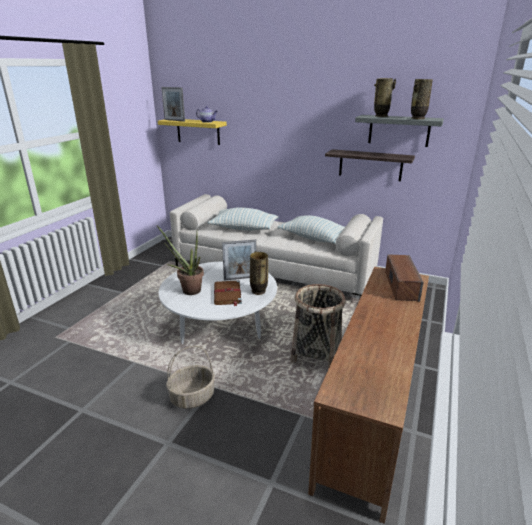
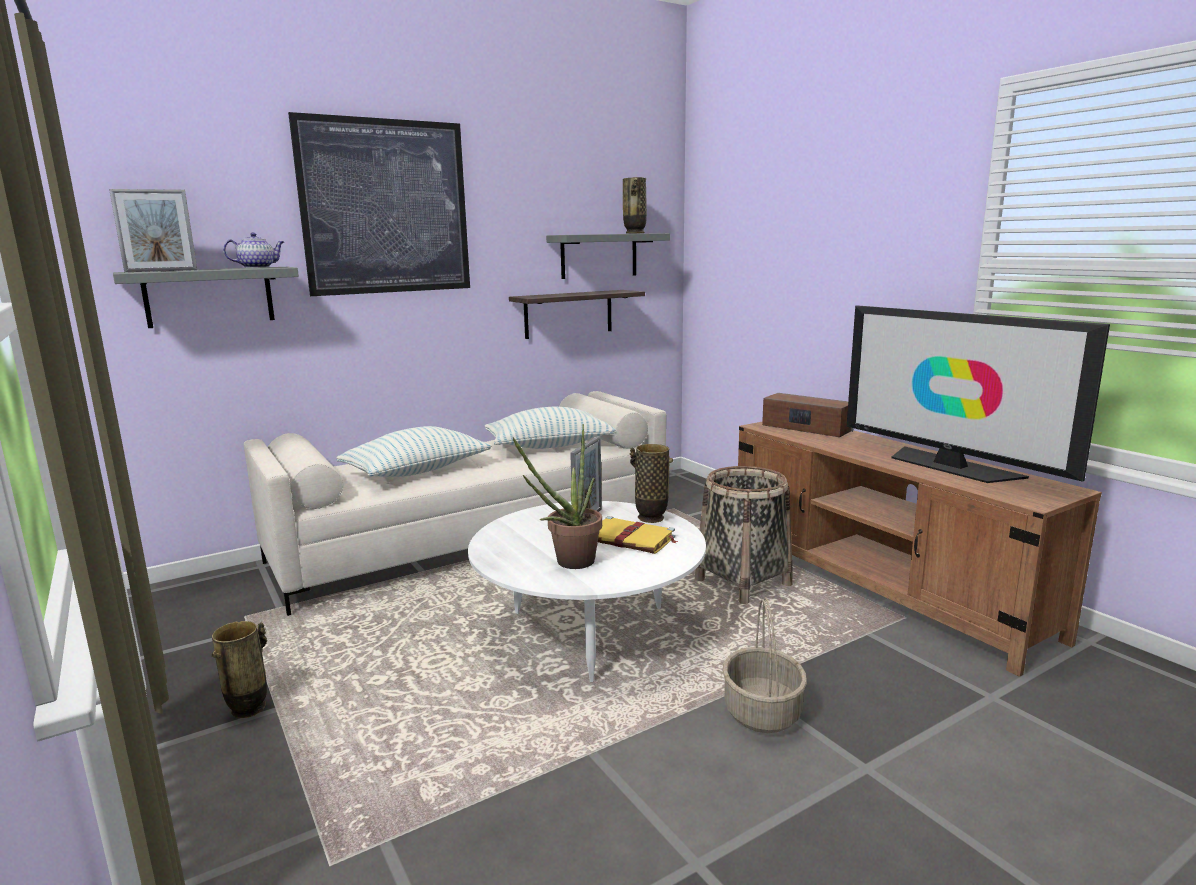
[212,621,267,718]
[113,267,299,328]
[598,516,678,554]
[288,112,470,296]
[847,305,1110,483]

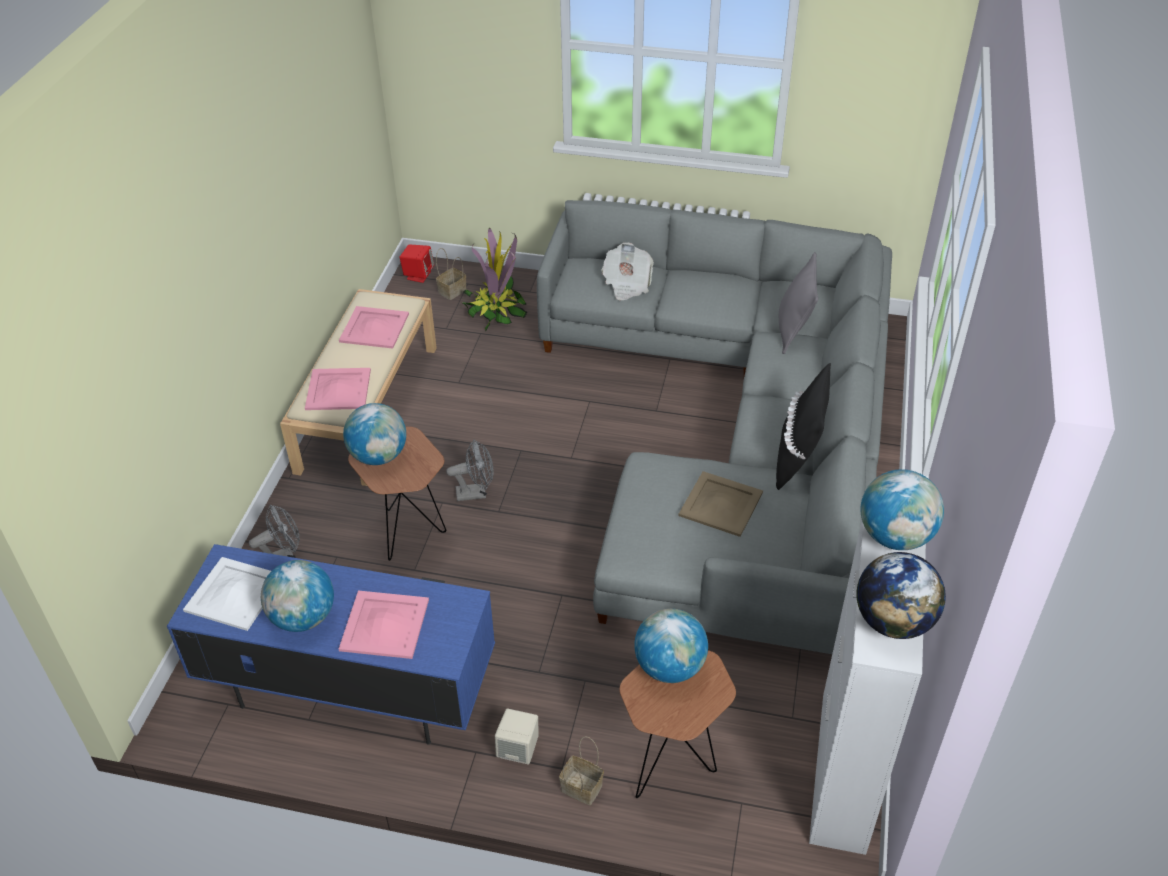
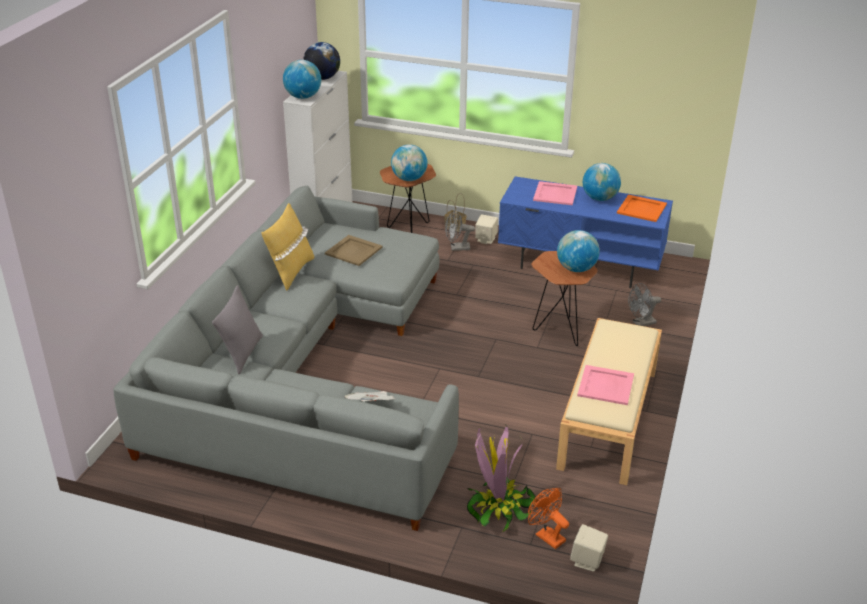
[570,524,608,571]
[528,488,569,549]
[261,203,314,291]
[305,368,371,410] (first image)
[445,210,475,251]
[617,194,667,222]

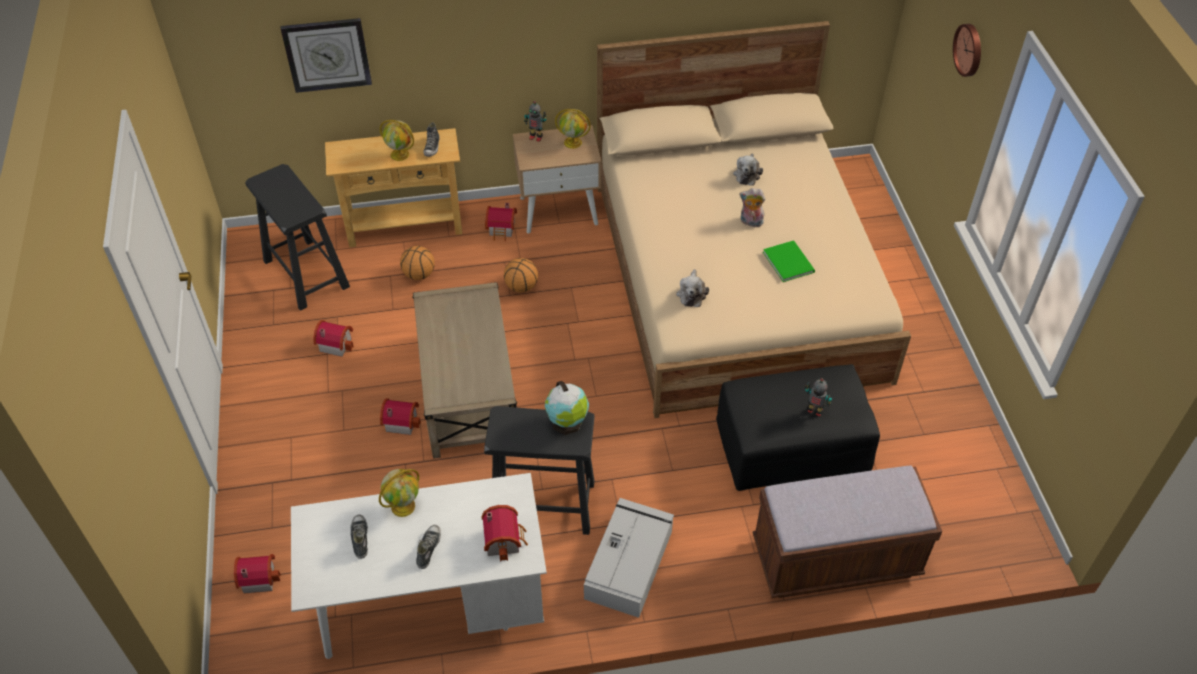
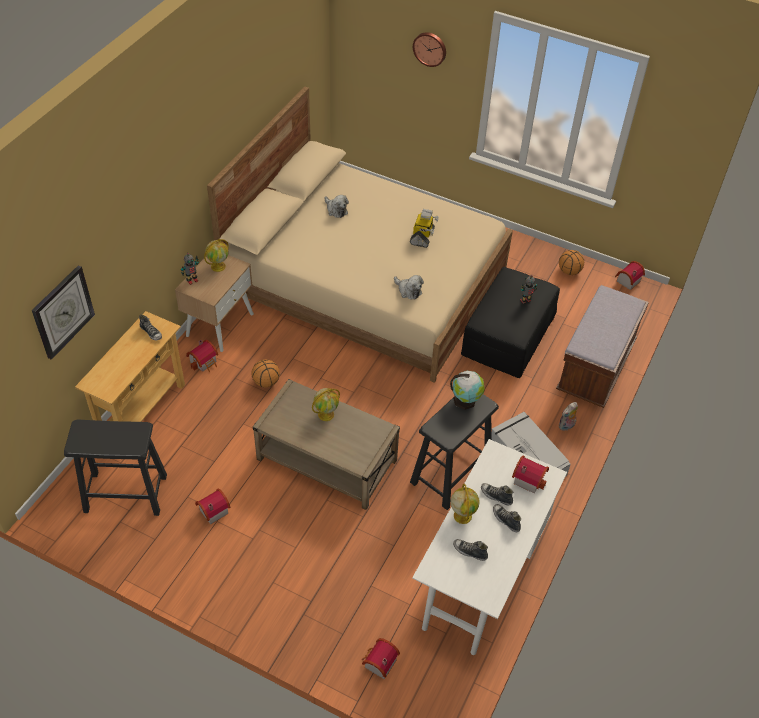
[312,388,340,421]
[558,402,578,431]
[410,209,439,248]
[559,250,584,275]
[615,261,645,290]
[481,483,513,505]

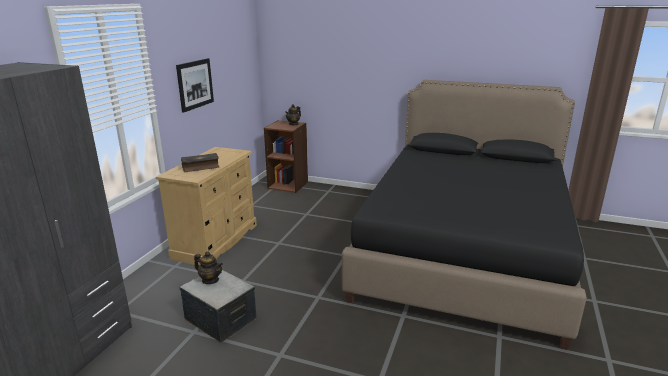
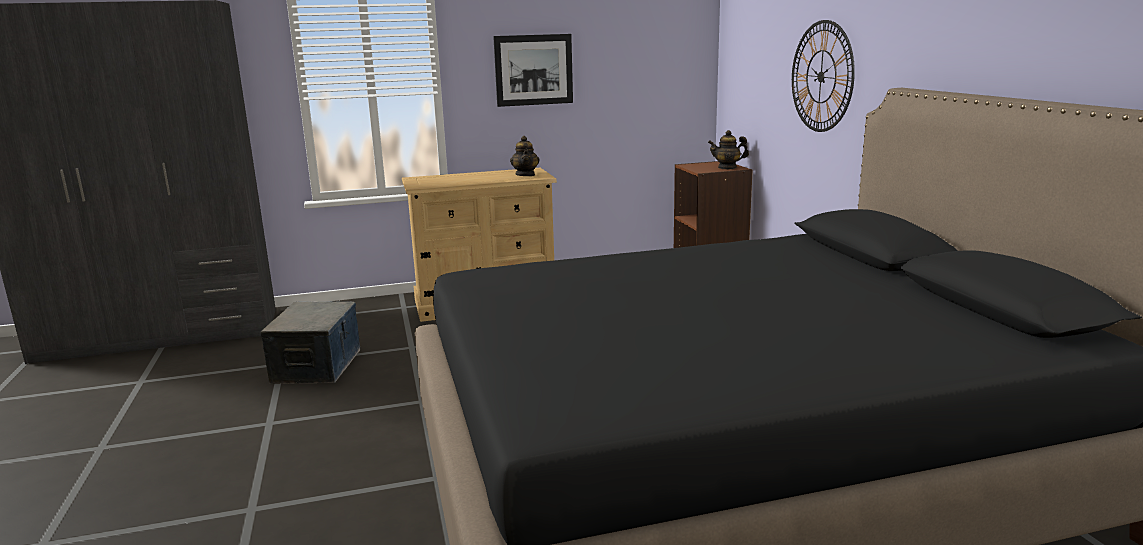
[181,153,219,172] (first image)
[510,136,540,176]
[792,20,855,132]

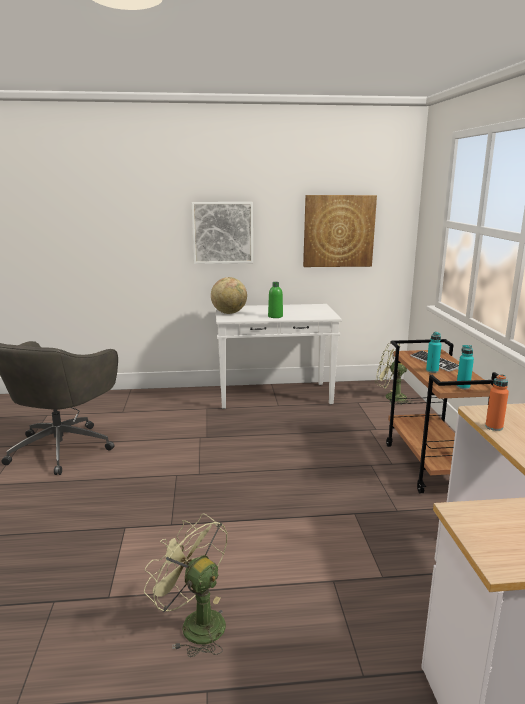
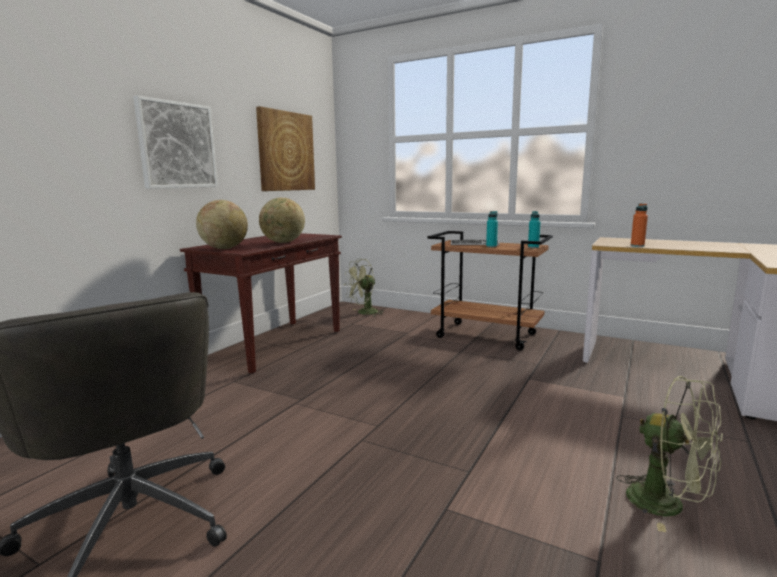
[259,198,305,243]
[180,233,342,374]
[617,376,723,532]

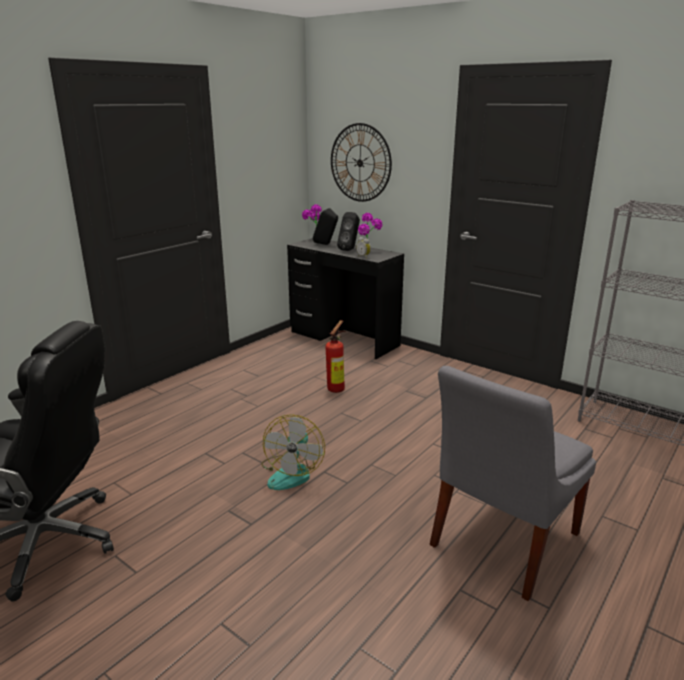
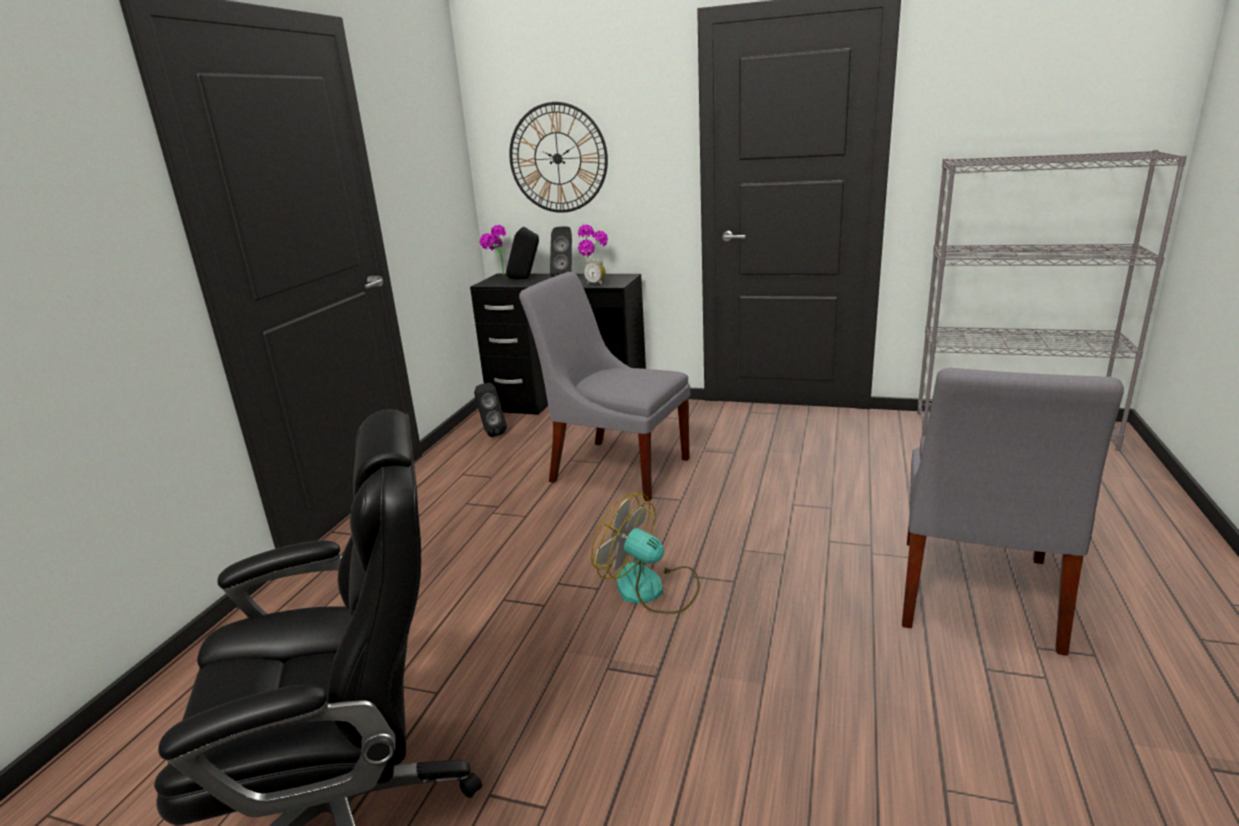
[519,272,690,501]
[591,494,700,614]
[474,383,507,437]

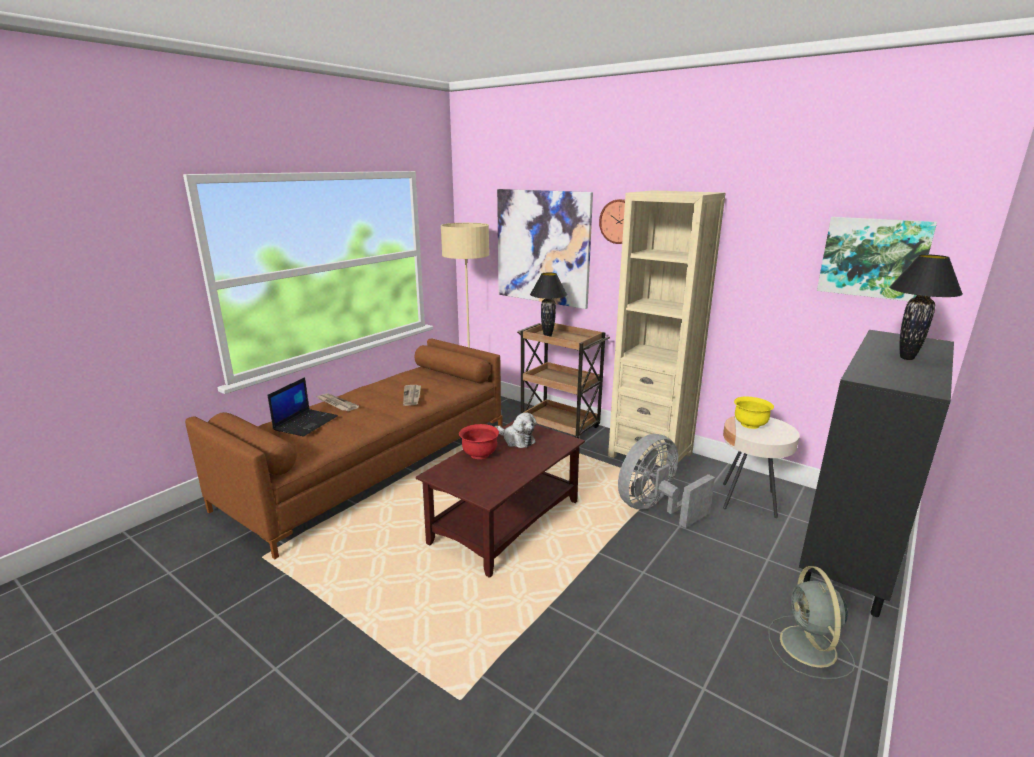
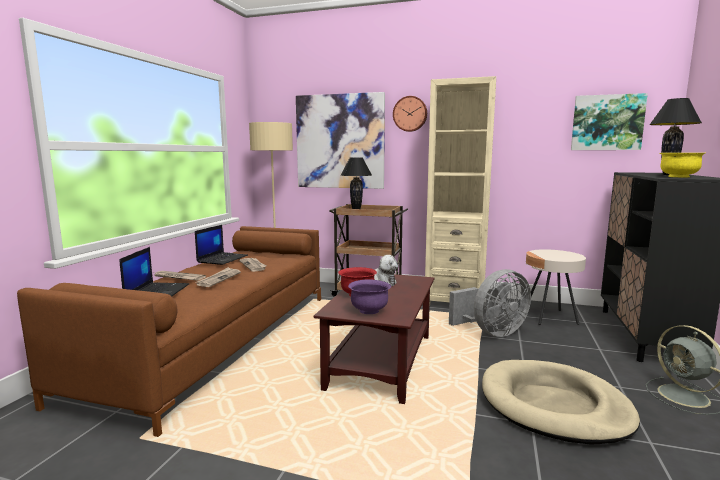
[659,153,705,177]
[449,269,531,337]
[195,225,248,265]
[195,267,241,287]
[348,279,391,314]
[482,360,640,445]

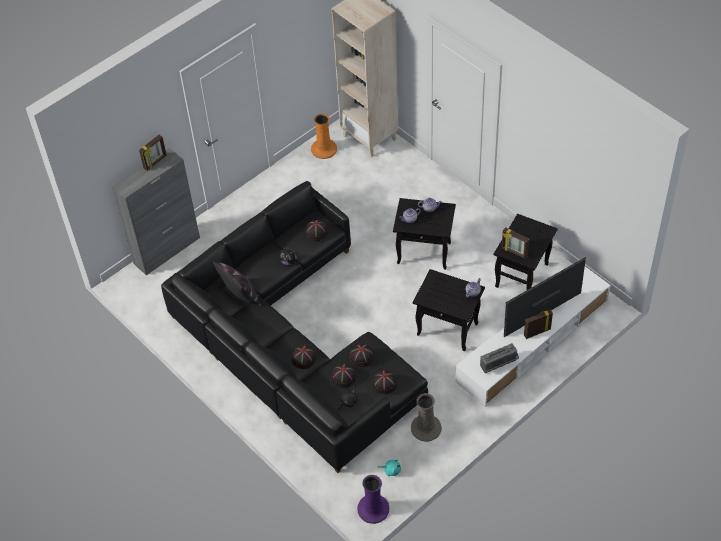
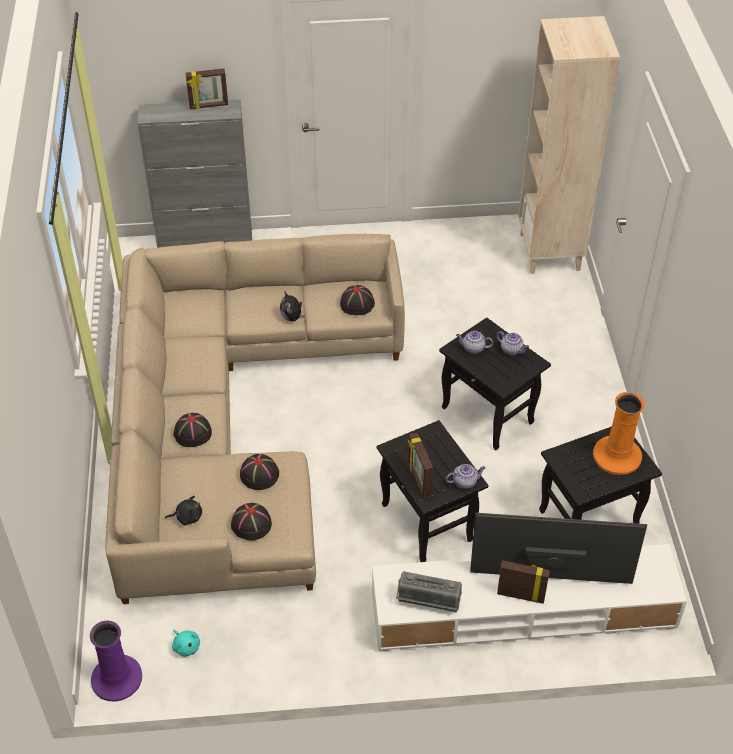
[593,392,645,475]
[105,234,405,604]
[408,433,433,498]
[212,260,261,307] (first image)
[331,364,356,388] (first image)
[411,393,442,442] (first image)

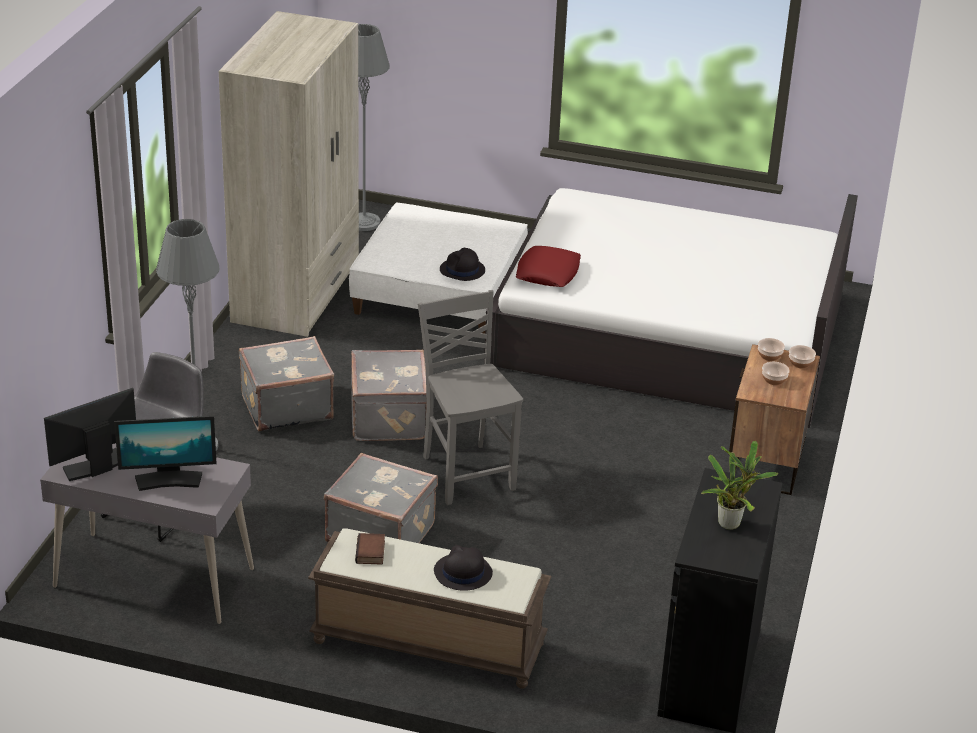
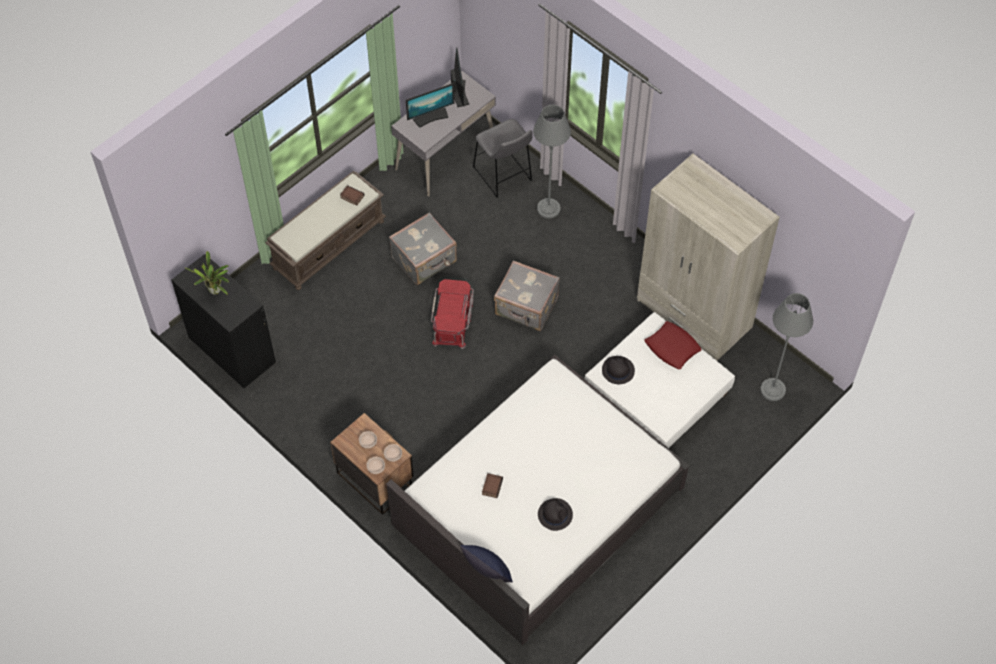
[644,321,702,369]
[431,279,474,349]
[239,336,334,432] (first image)
[406,83,455,128]
[538,498,573,531]
[482,473,503,498]
[460,545,513,582]

